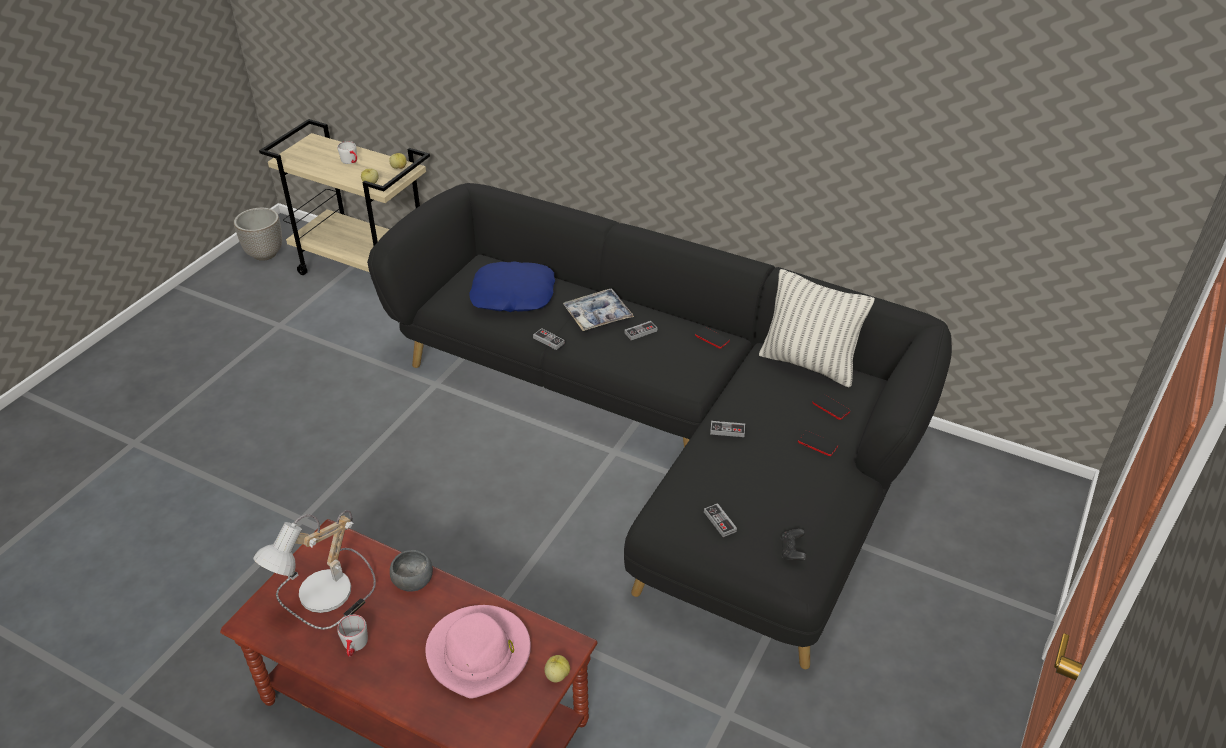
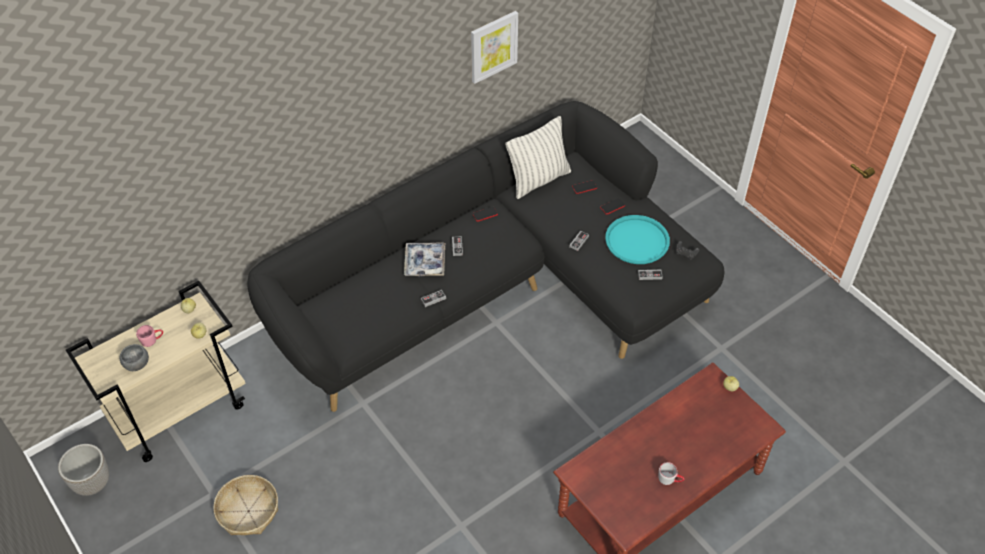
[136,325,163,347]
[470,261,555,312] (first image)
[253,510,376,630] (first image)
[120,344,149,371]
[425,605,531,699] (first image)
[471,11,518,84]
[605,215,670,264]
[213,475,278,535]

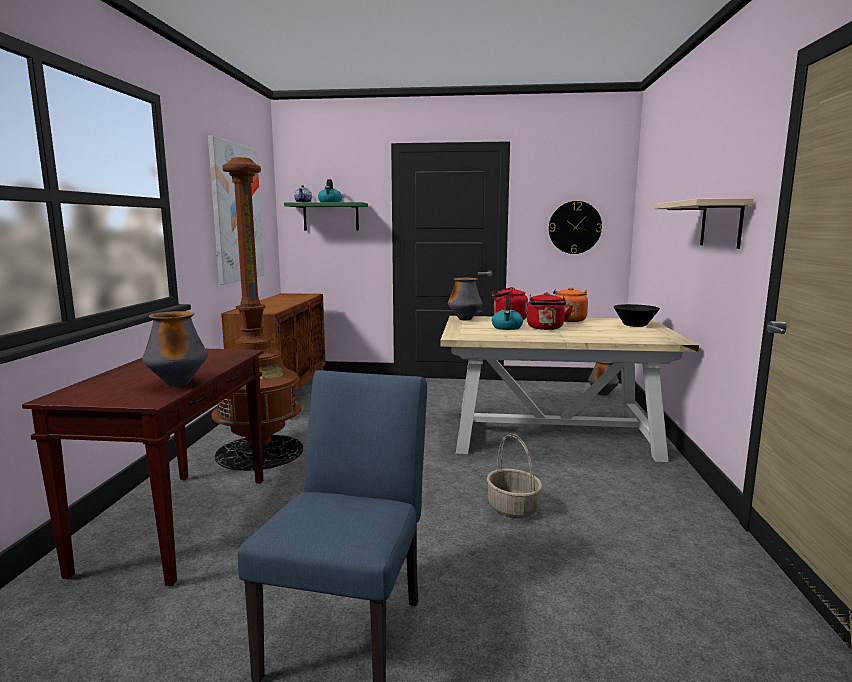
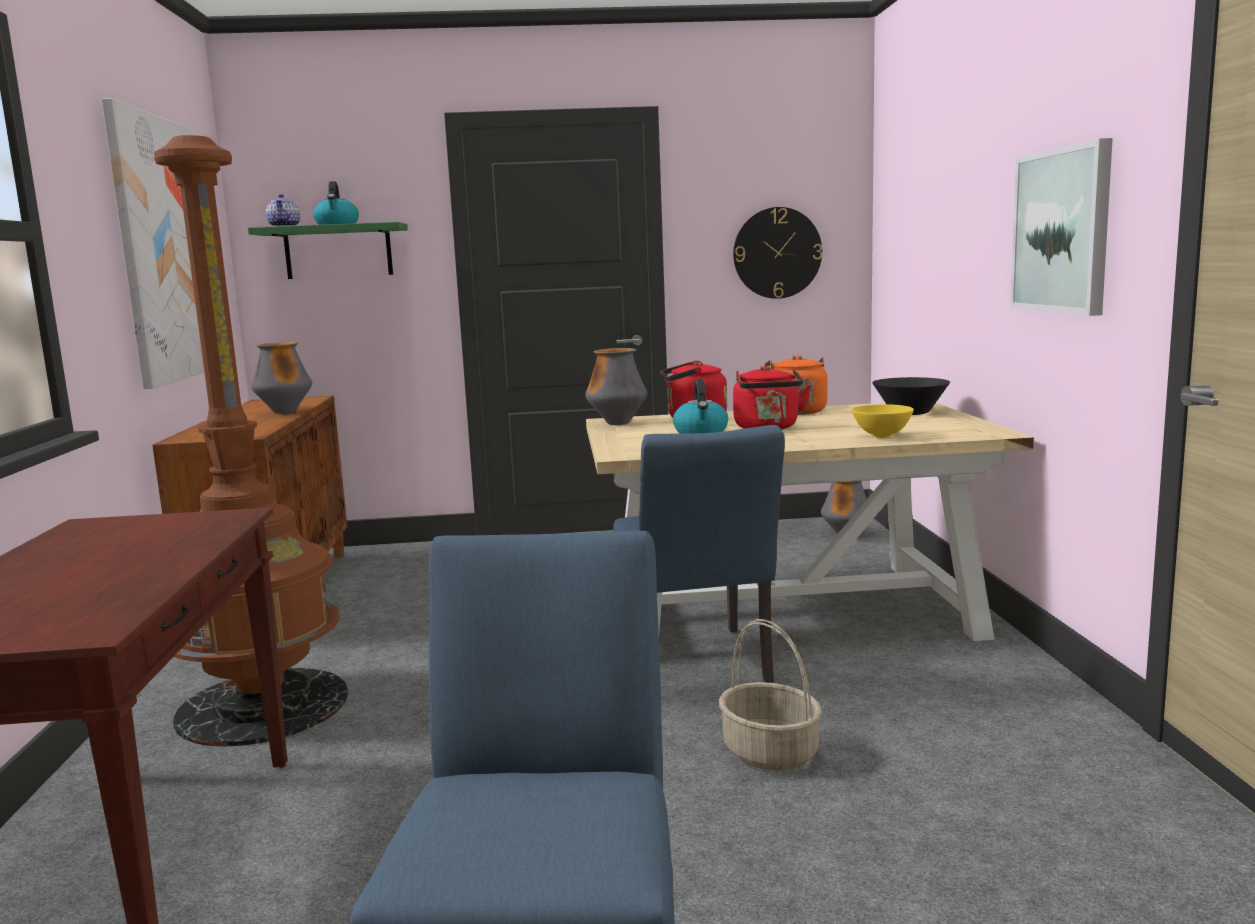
[1010,138,1113,316]
[251,342,312,414]
[852,404,914,438]
[613,425,785,683]

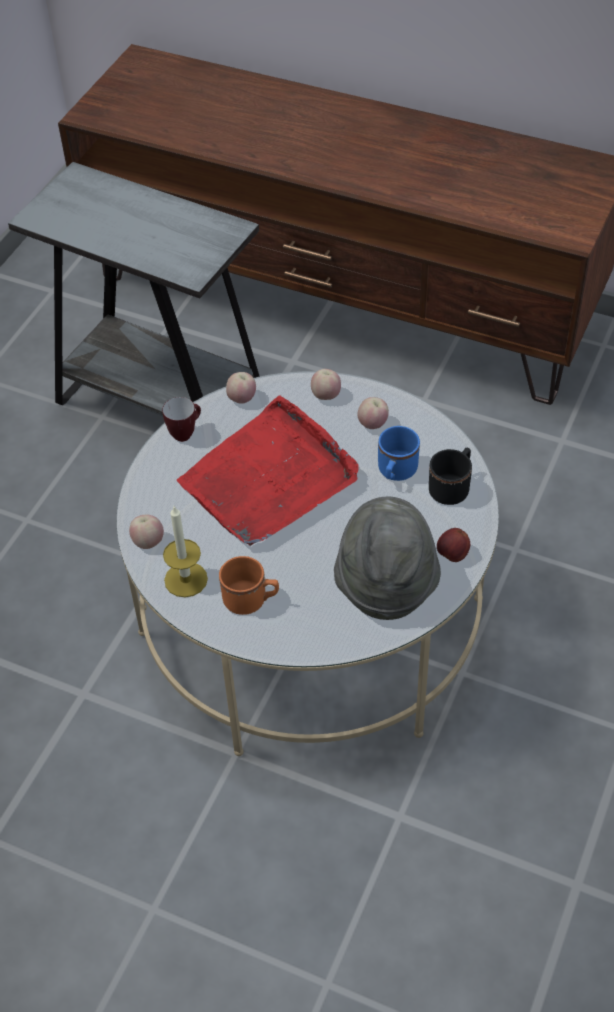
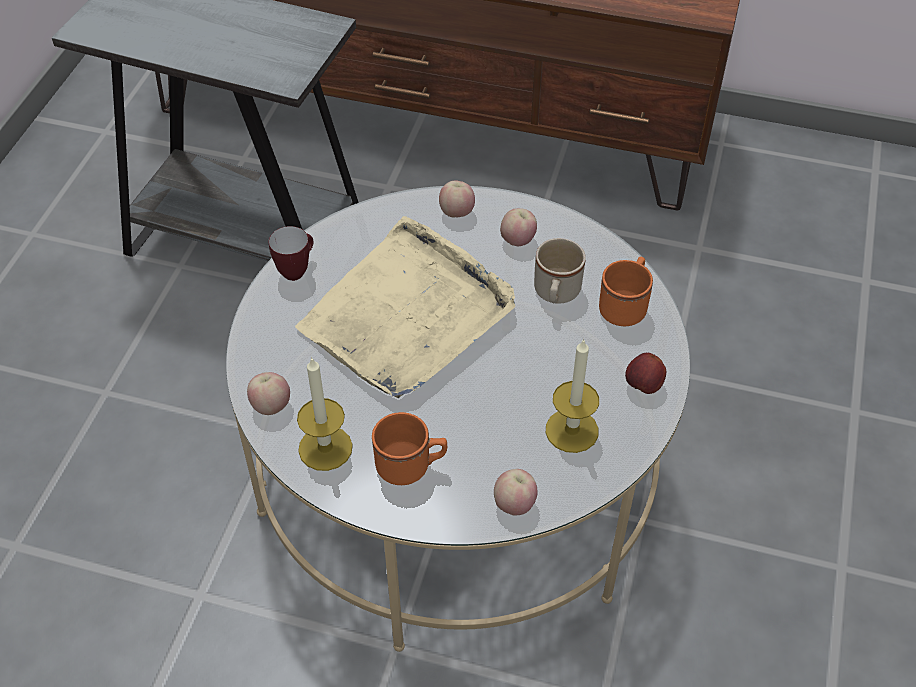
[494,469,538,516]
[295,216,515,398]
[534,238,586,304]
[599,257,653,326]
[546,339,599,453]

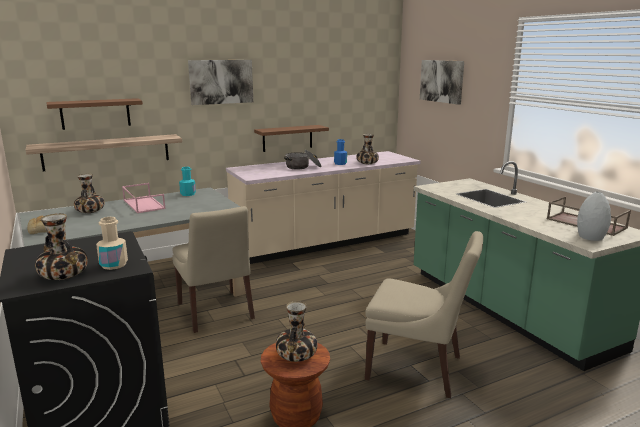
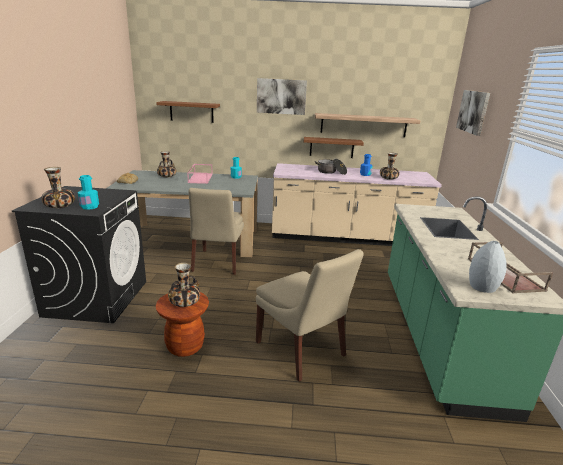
[315,113,420,137]
[78,175,99,210]

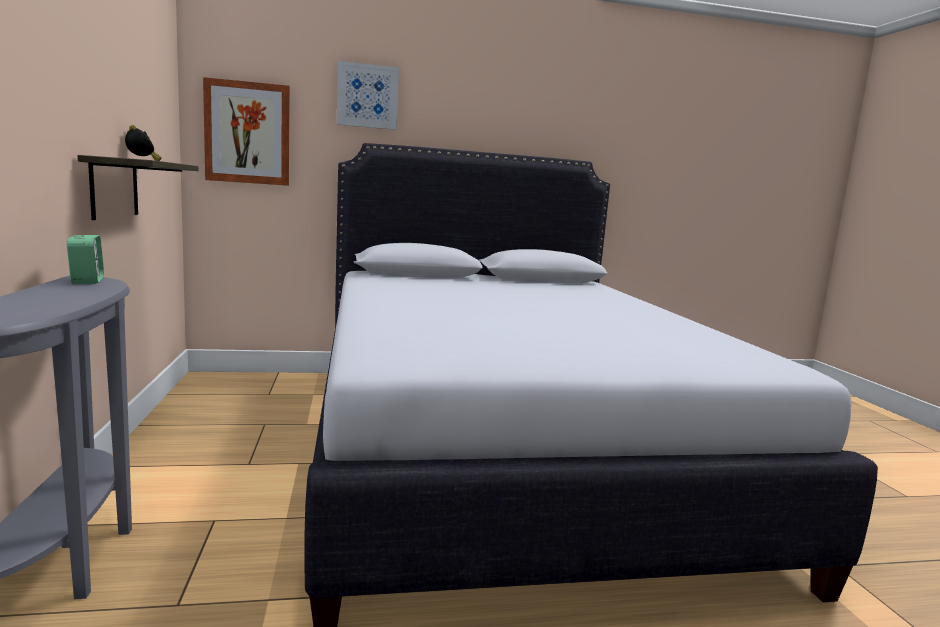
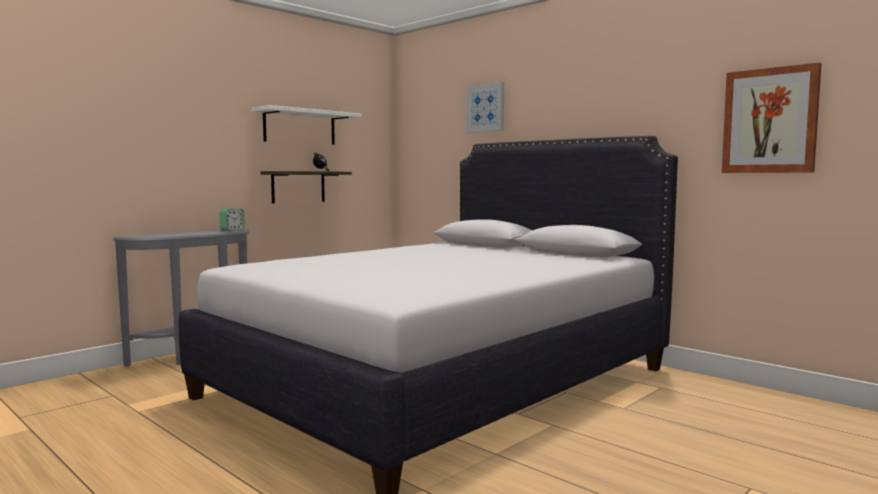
[722,63,821,173]
[252,105,361,145]

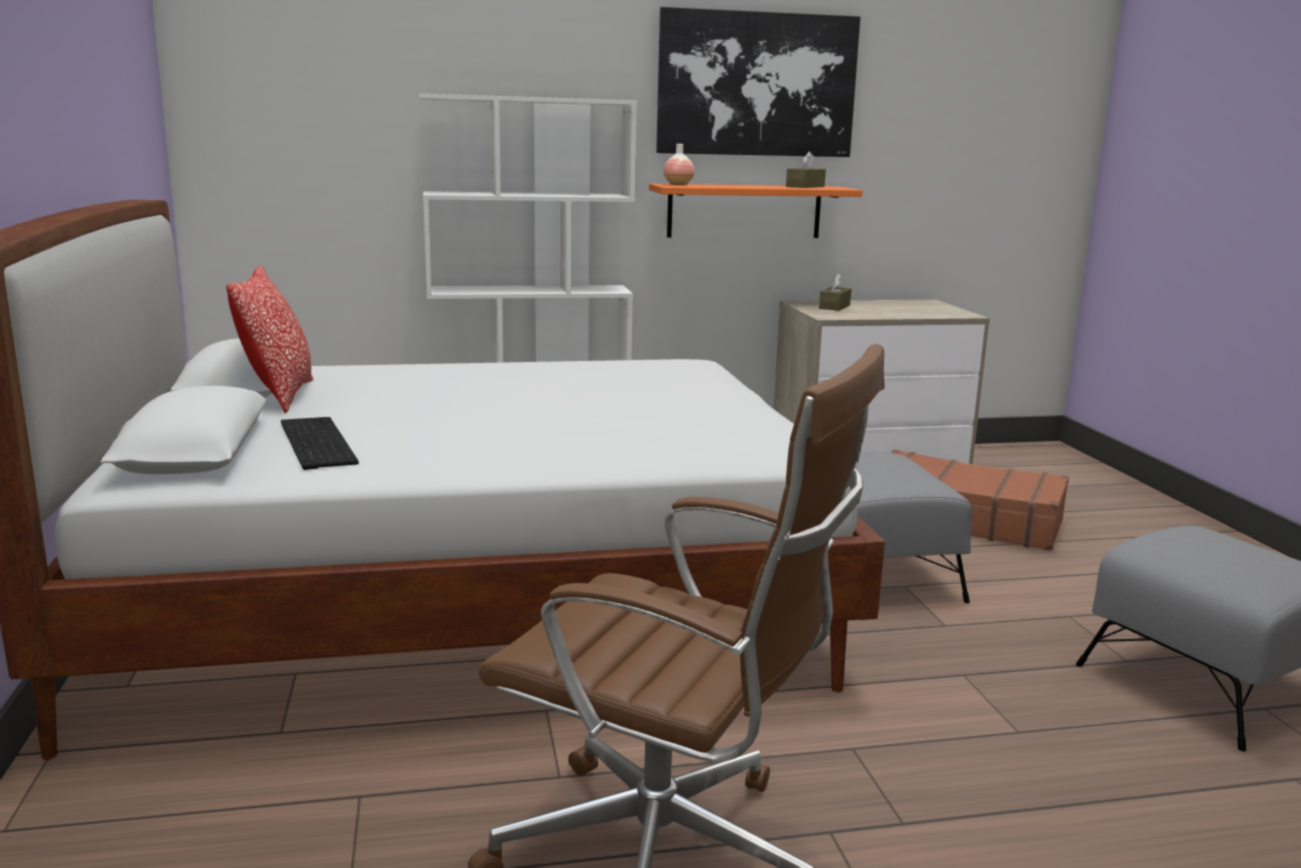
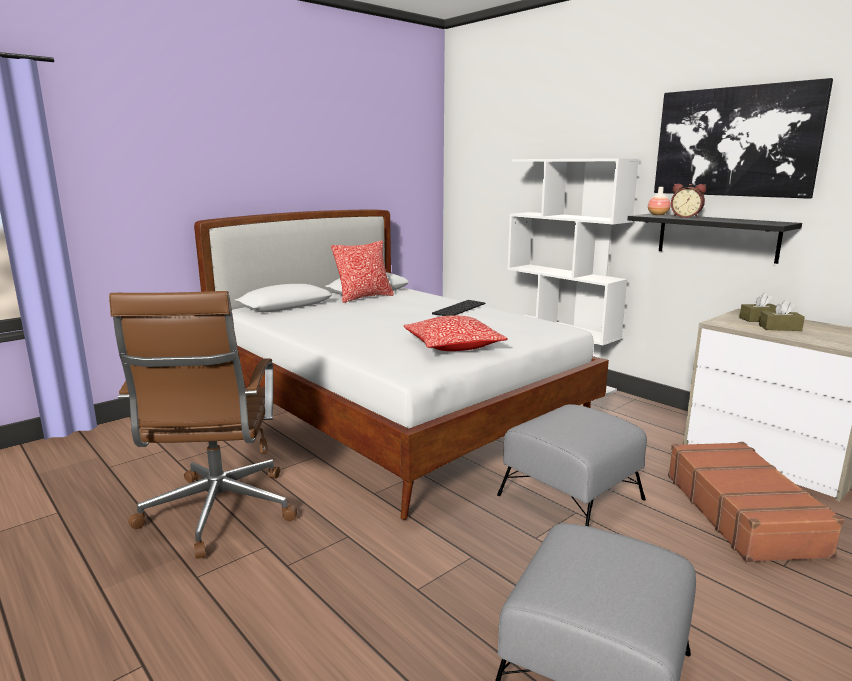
[759,300,805,331]
[628,213,802,264]
[432,300,485,316]
[671,184,706,218]
[404,315,508,351]

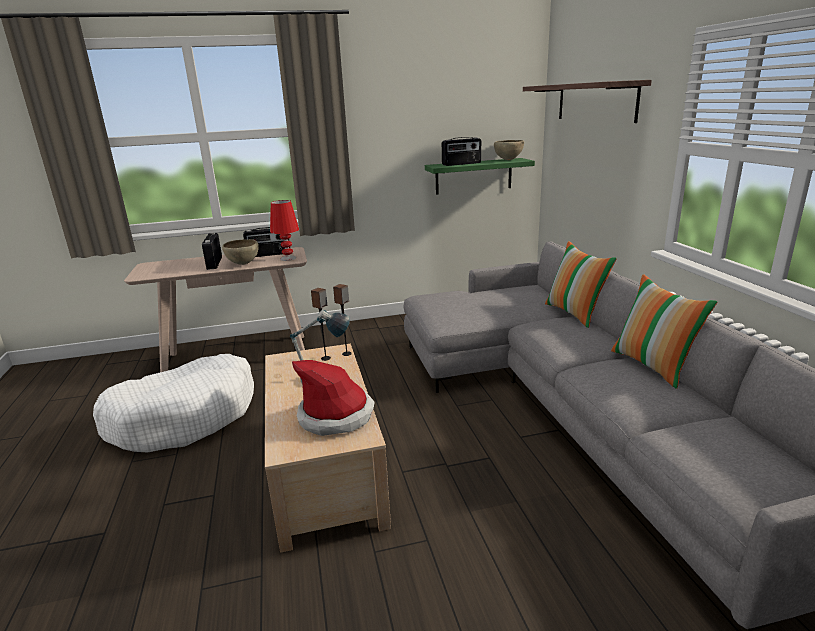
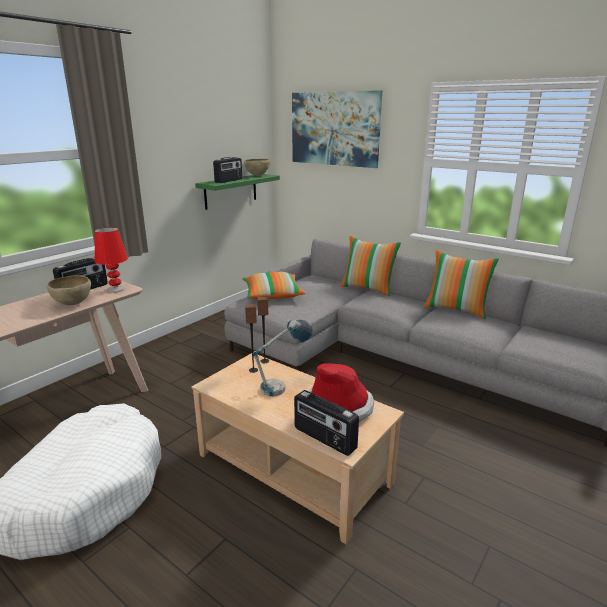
[292,90,382,168]
[294,390,359,456]
[242,272,306,300]

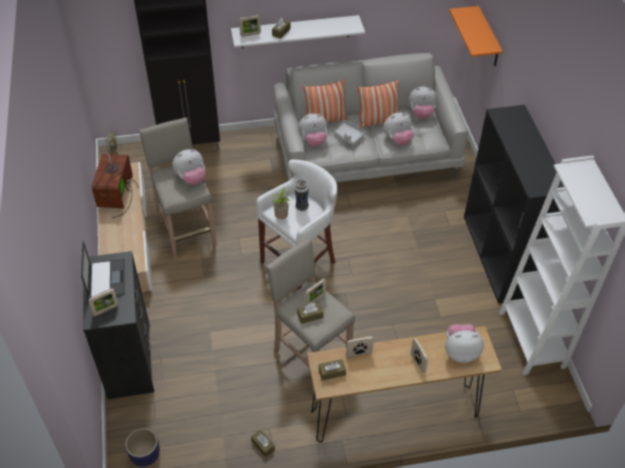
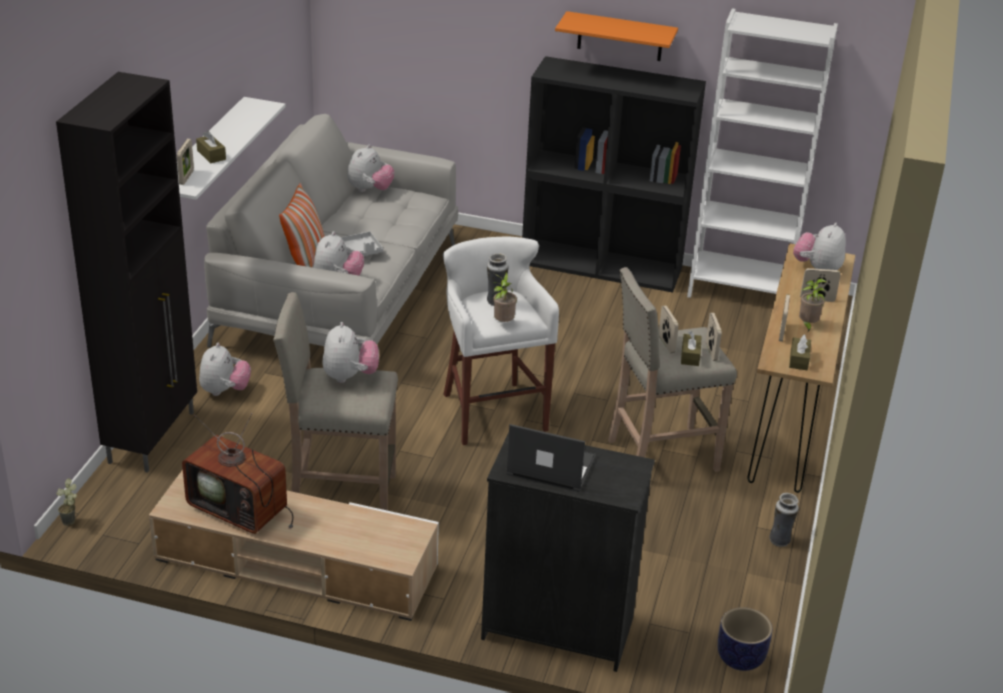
[555,11,678,61]
[357,80,399,128] (first image)
[199,343,251,396]
[706,313,722,361]
[770,493,799,547]
[799,279,827,332]

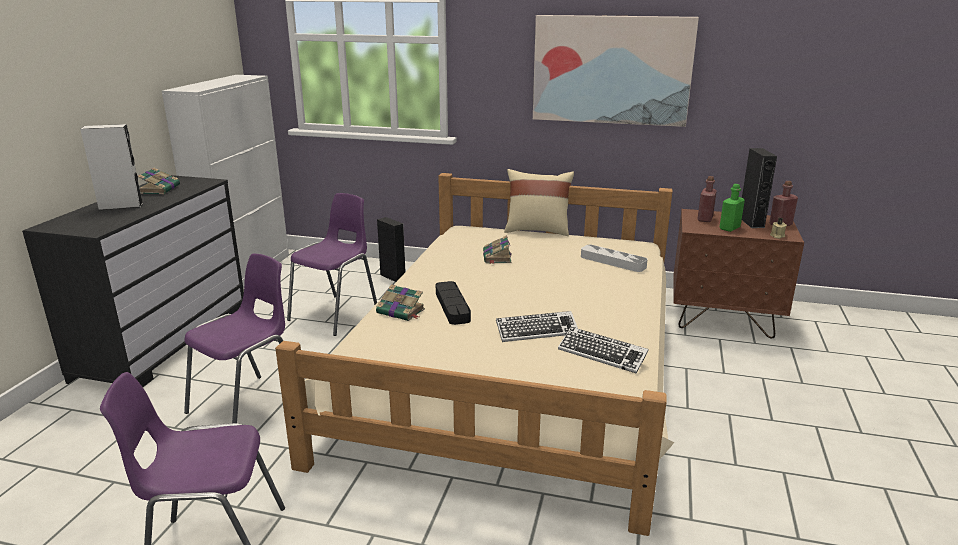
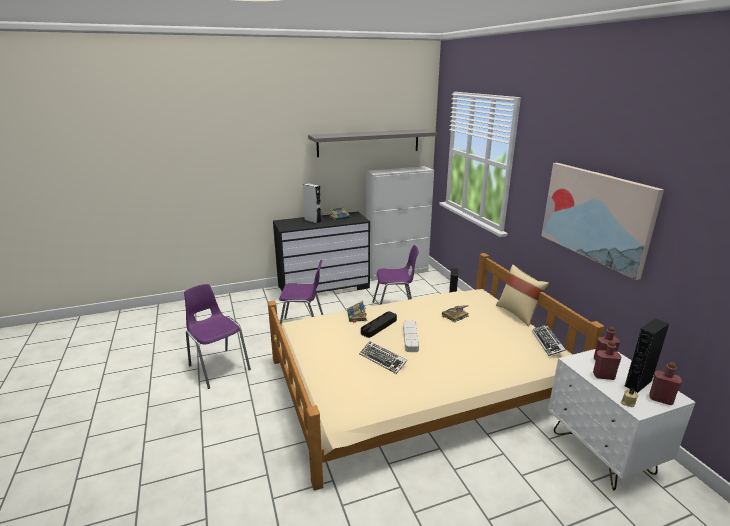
[593,341,621,380]
[548,349,696,490]
[403,321,419,352]
[532,324,566,356]
[308,129,437,157]

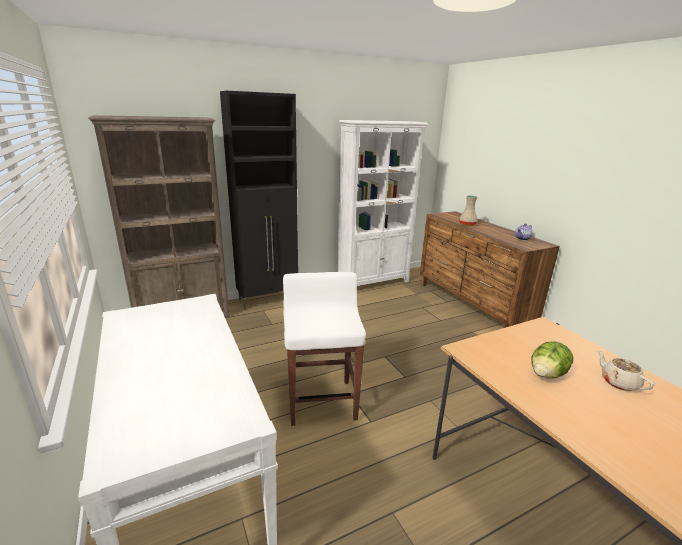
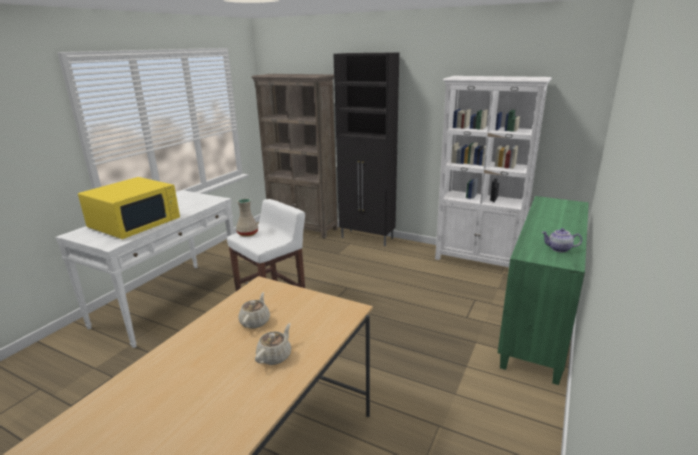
[236,199,258,237]
[498,196,589,385]
[238,292,270,328]
[78,177,180,239]

